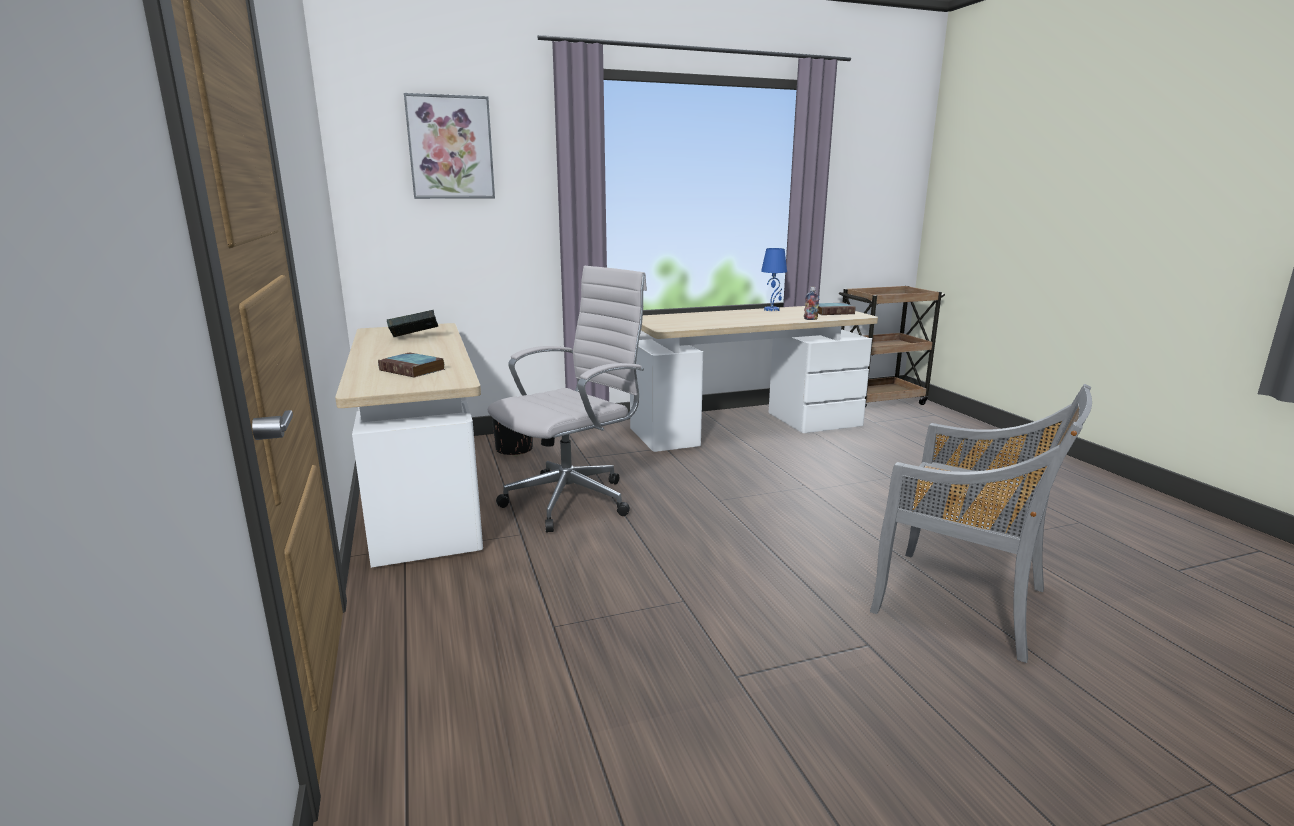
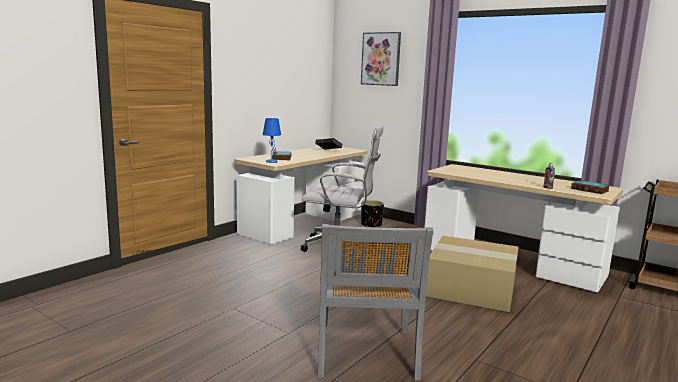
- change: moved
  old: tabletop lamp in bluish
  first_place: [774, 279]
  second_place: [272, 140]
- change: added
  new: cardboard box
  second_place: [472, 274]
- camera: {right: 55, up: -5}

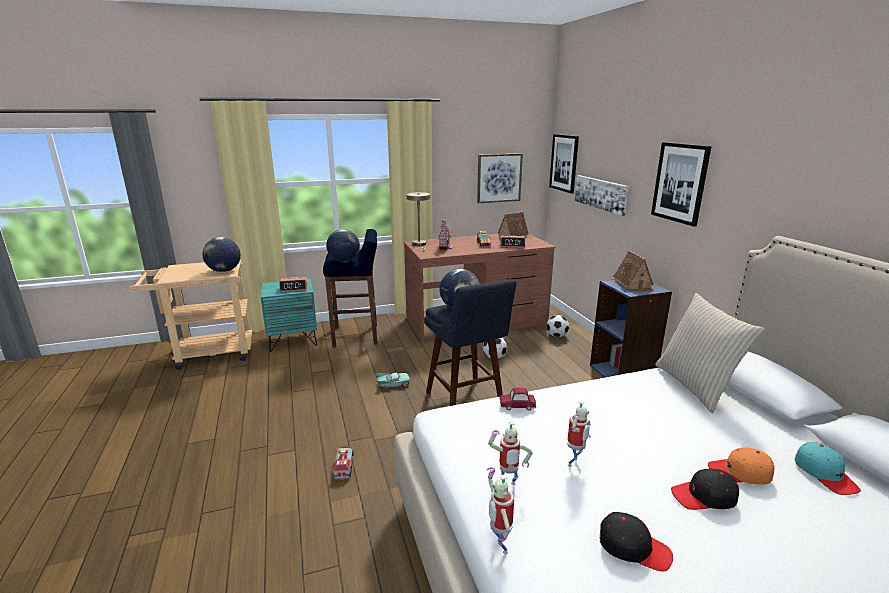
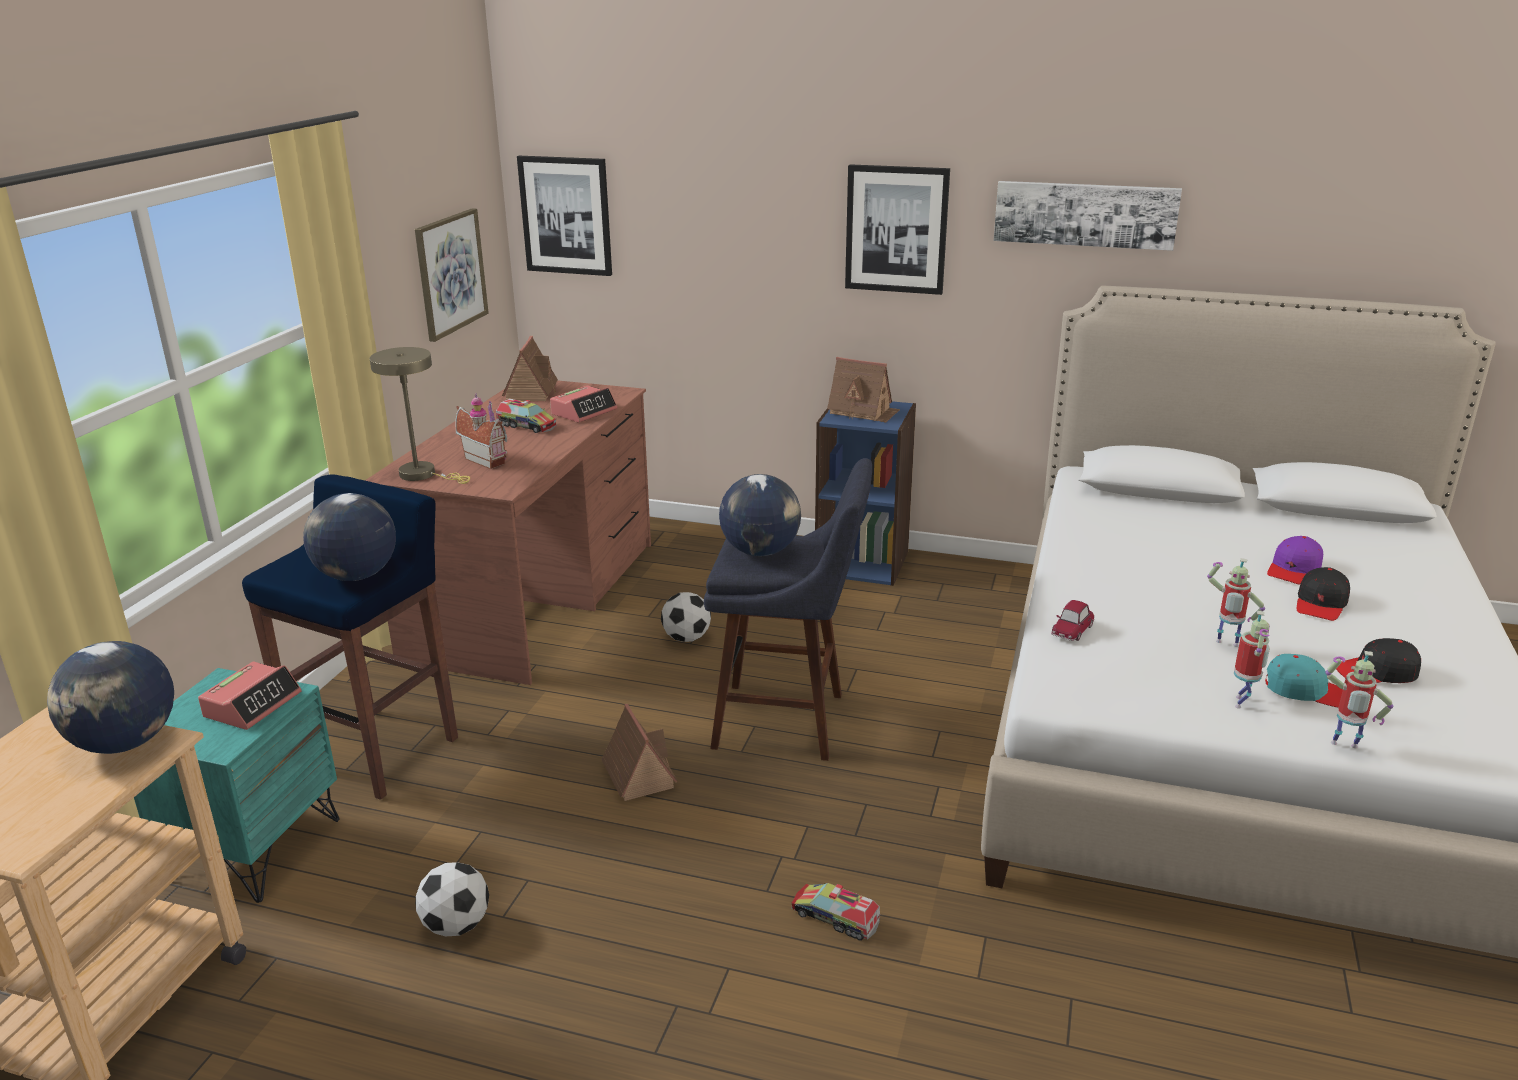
- change: replaced
  old: toy car in turquoise
  new: miniature house
  first_place: [392, 380]
  second_place: [639, 752]
- change: moved
  old: ball for football
  first_place: [557, 326]
  second_place: [452, 899]
- change: turned
  old: toy robot
  first_place: [579, 433]
  second_place: [1236, 602]
  degrees: 135
- change: moved
  old: picture
  first_place: [602, 195]
  second_place: [1088, 216]
- change: turned
  old: peaked cap in black
  first_place: [636, 542]
  second_place: [1378, 660]
  degrees: -150
- change: removed
  old: pillow in sand-coloured
  first_place: [709, 353]
- change: recoloured
  old: peaked cap in orange-coloured
  new: peaked cap in purple
  first_place: [741, 466]
  second_place: [1295, 560]
- change: moved
  old: peaked cap in turquoise
  first_place: [828, 468]
  second_place: [1304, 680]
- camera: {right: -55, up: 5}

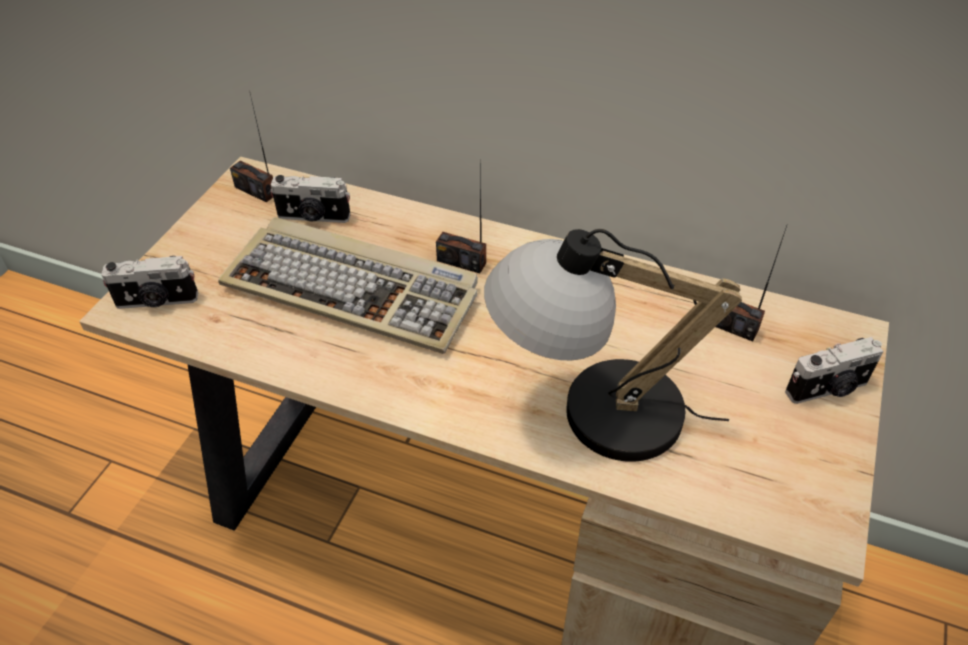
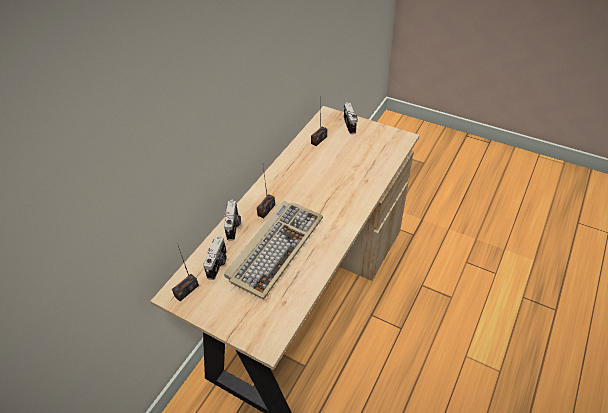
- change: moved
  old: photo camera
  first_place: [149, 282]
  second_place: [232, 220]
- change: removed
  old: tabletop lamp
  first_place: [613, 345]
- camera: {right: -80, up: 0}

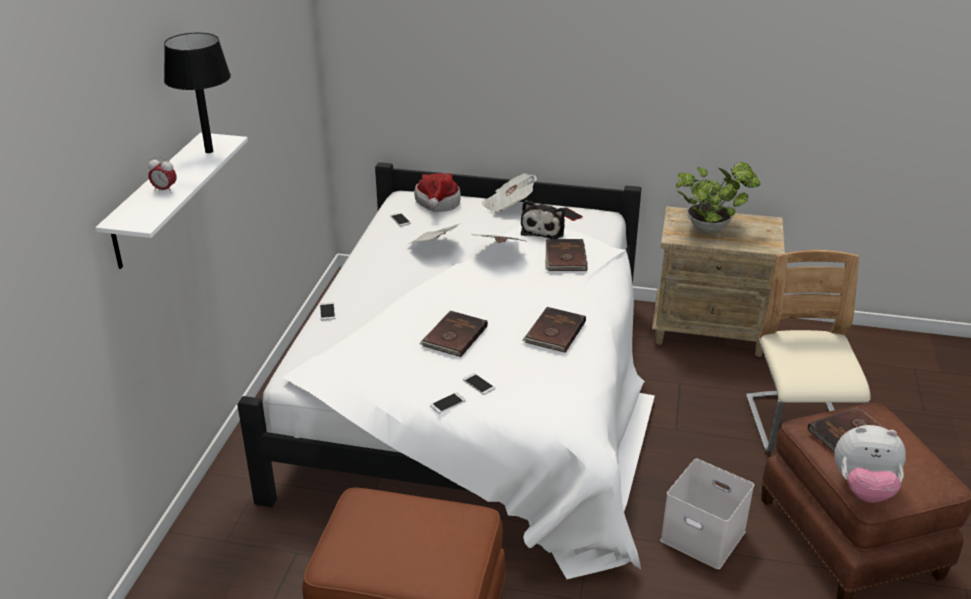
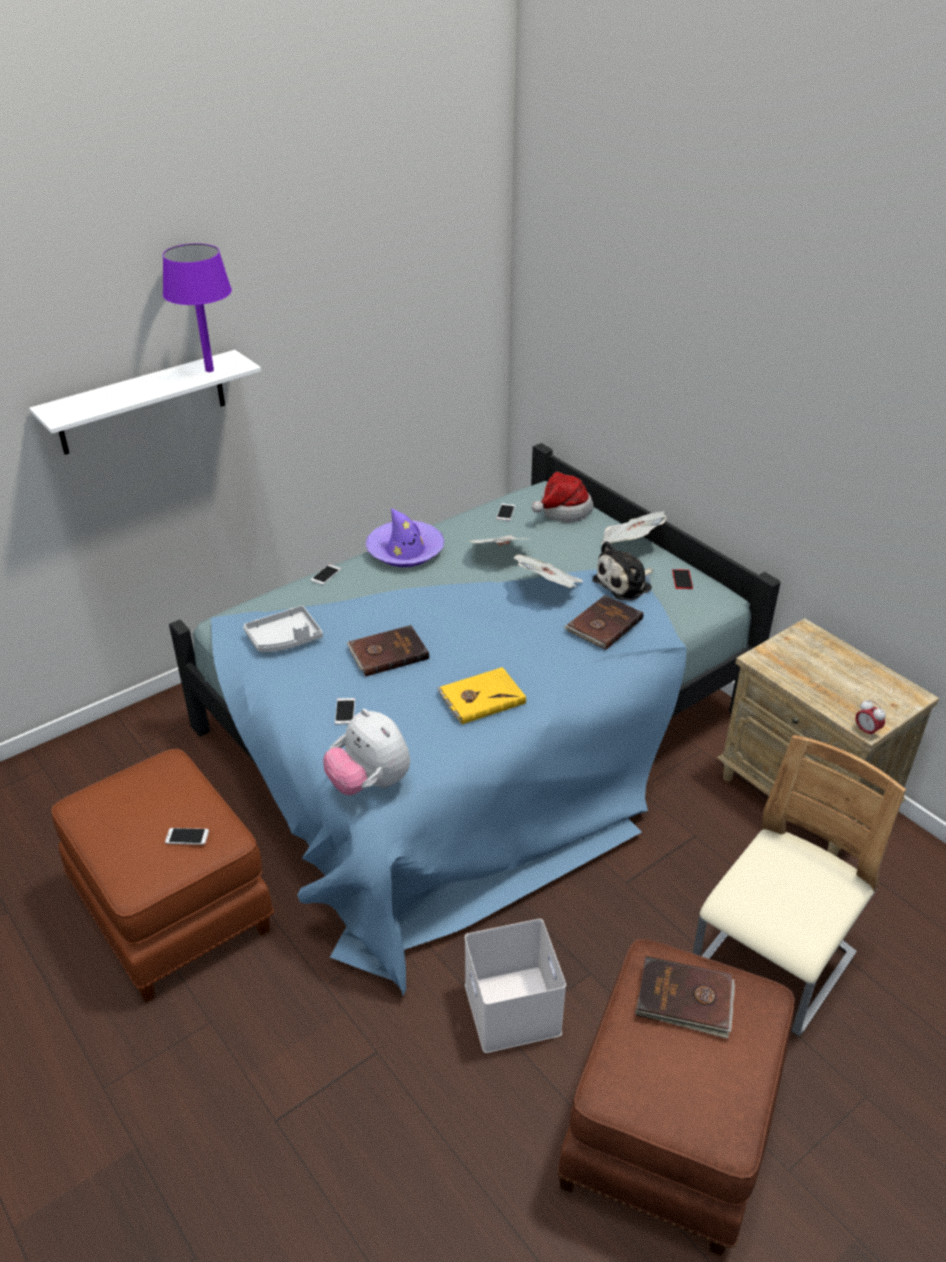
- change: moved
  old: alarm clock
  first_place: [162, 174]
  second_place: [870, 719]
- change: recoloured
  old: tabletop lamp in black
  new: tabletop lamp in purple
  first_place: [197, 93]
  second_place: [197, 308]
- change: recoloured
  old: bed in white-coloured
  new: bed in bluish
  first_place: [446, 370]
  second_place: [475, 719]
- change: moved
  old: handset
  first_place: [448, 403]
  second_place: [187, 836]
- change: recoloured
  old: book in brown-coloured
  new: book in yellow-coloured
  first_place: [554, 330]
  second_place: [481, 695]
- change: removed
  old: plant in a pot
  first_place: [718, 197]
- change: moved
  old: cuddly toy
  first_place: [870, 464]
  second_place: [366, 752]
- change: added
  new: carrying tray in gray
  second_place: [283, 629]
- change: added
  new: hat in purple
  second_place: [405, 537]
- camera: {right: 40, up: 5}

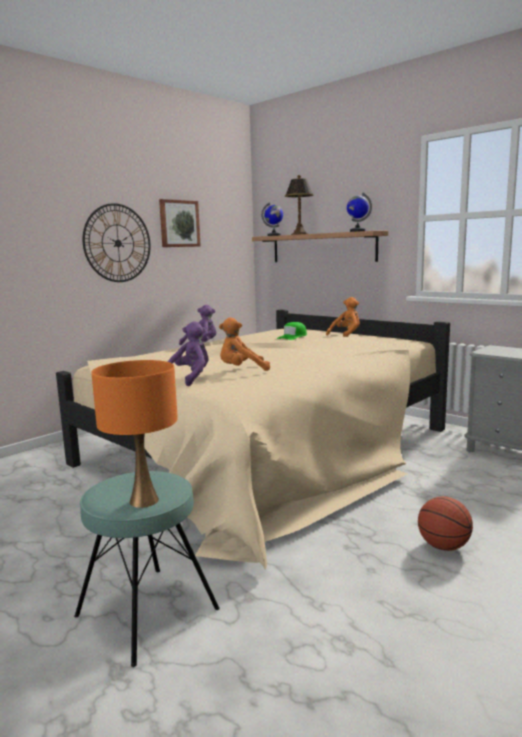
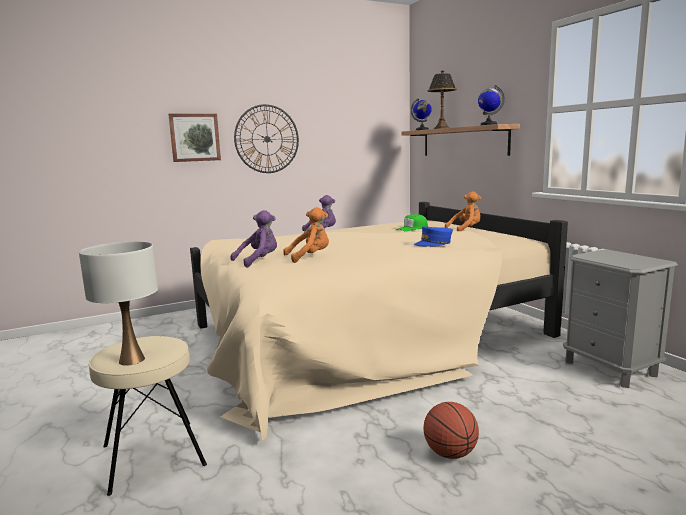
- change: recoloured
  old: stool in turquoise
  new: stool in sand-coloured
  first_place: [147, 569]
  second_place: [148, 416]
- change: recoloured
  old: tabletop lamp in orange-coloured
  new: tabletop lamp in white-coloured
  first_place: [134, 434]
  second_place: [118, 303]
- change: moved
  old: picture
  first_place: [180, 223]
  second_place: [194, 138]
- change: turned
  old: cuddly toy in orange-coloured
  first_place: [244, 344]
  second_place: [306, 235]
  degrees: 150
- change: added
  new: peaked cap in bluish
  second_place: [433, 236]
- camera: {right: 20, up: 0}

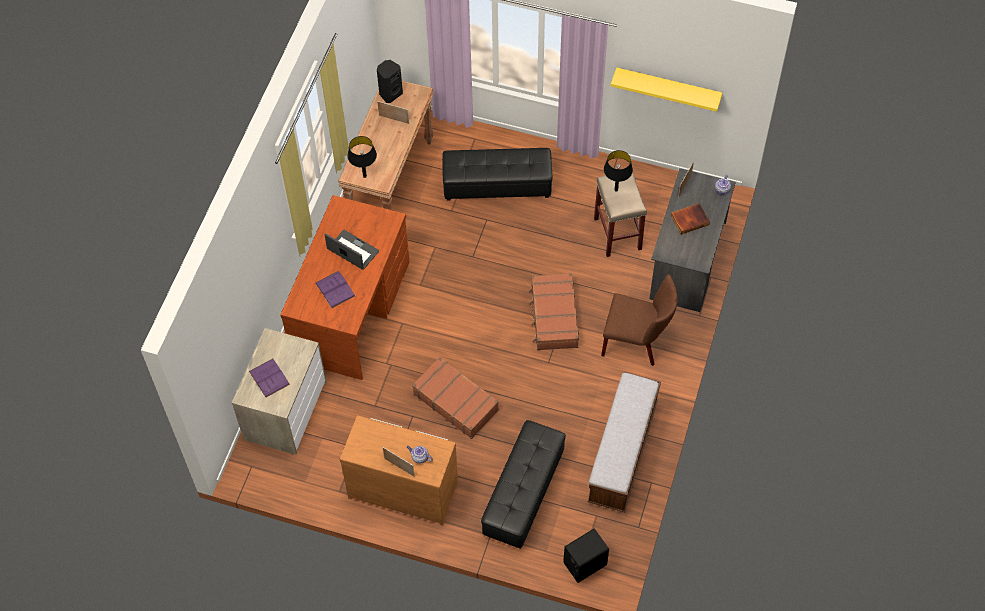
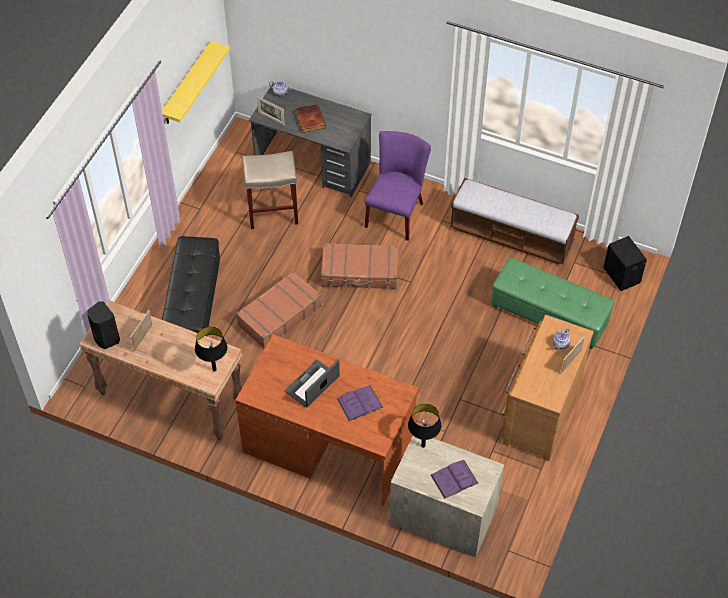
- change: moved
  old: travel case in brown-coloured
  first_place: [455, 398]
  second_place: [279, 310]
- change: recoloured
  old: pouffe in black
  new: pouffe in greenish
  first_place: [523, 484]
  second_place: [552, 303]
- change: recoloured
  old: upright chair in brown-coloured
  new: upright chair in purple
  first_place: [639, 320]
  second_place: [398, 186]
- change: moved
  old: tabletop lamp in black
  first_place: [618, 171]
  second_place: [424, 426]
- camera: {right: -85, up: -5}

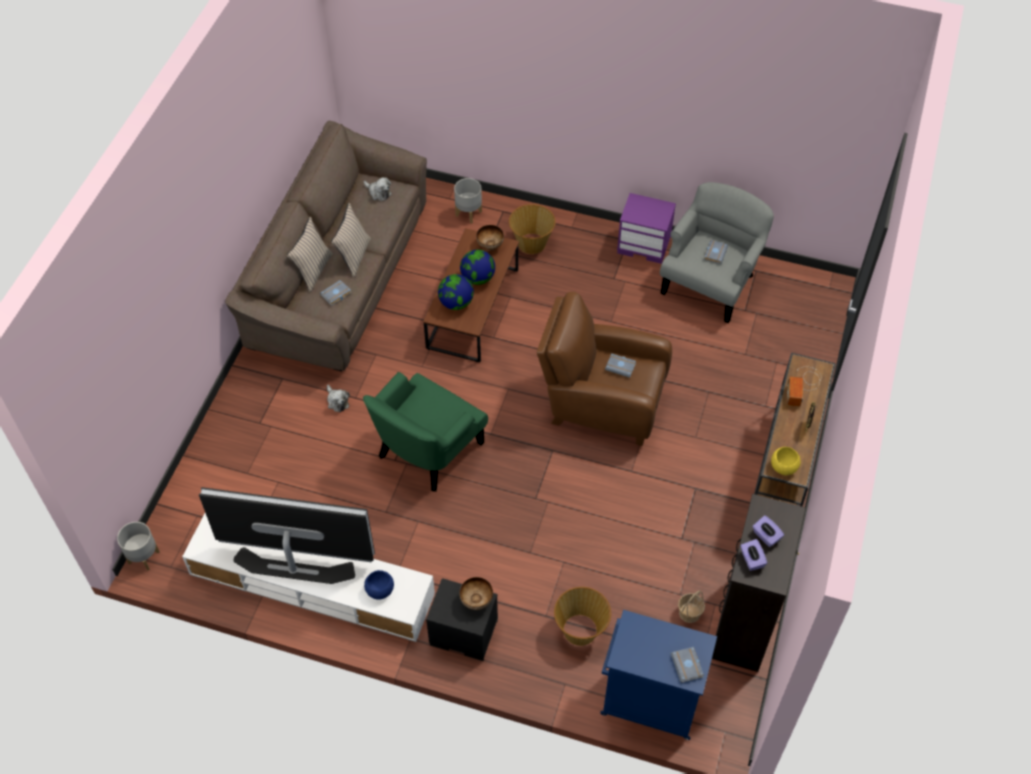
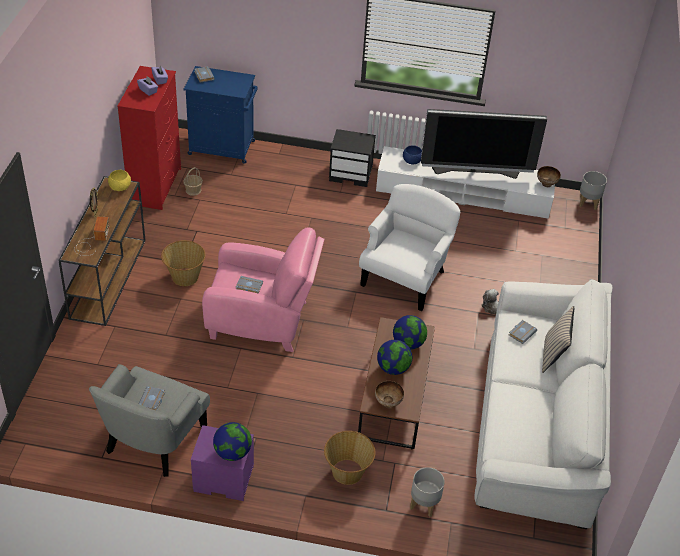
- change: recoloured
  old: sofa in brown-coloured
  new: sofa in white-coloured
  first_place: [326, 246]
  second_place: [543, 404]
- change: removed
  old: pillow in sand-coloured
  first_place: [351, 240]
- change: recoloured
  old: lounge chair in greenish
  new: lounge chair in white-coloured
  first_place: [425, 432]
  second_place: [409, 247]
- change: removed
  old: cuddly toy
  first_place: [378, 189]
- change: moved
  old: serving bowl
  first_place: [476, 593]
  second_place: [549, 176]
- change: recoloured
  old: lounge chair in brown-coloured
  new: lounge chair in pink
  first_place: [604, 369]
  second_place: [263, 289]
- change: moved
  old: household basket
  first_place: [582, 616]
  second_place: [183, 263]
- change: recoloured
  old: chest of drawers in black
  new: chest of drawers in reddish
  first_place: [758, 583]
  second_place: [149, 138]
- change: added
  new: globe
  second_place: [232, 441]
- camera: {right: 170, up: -10}

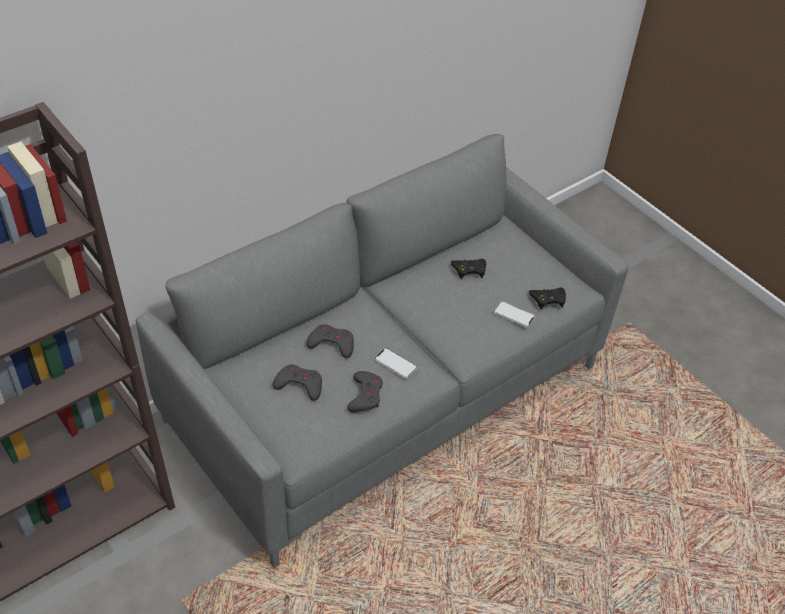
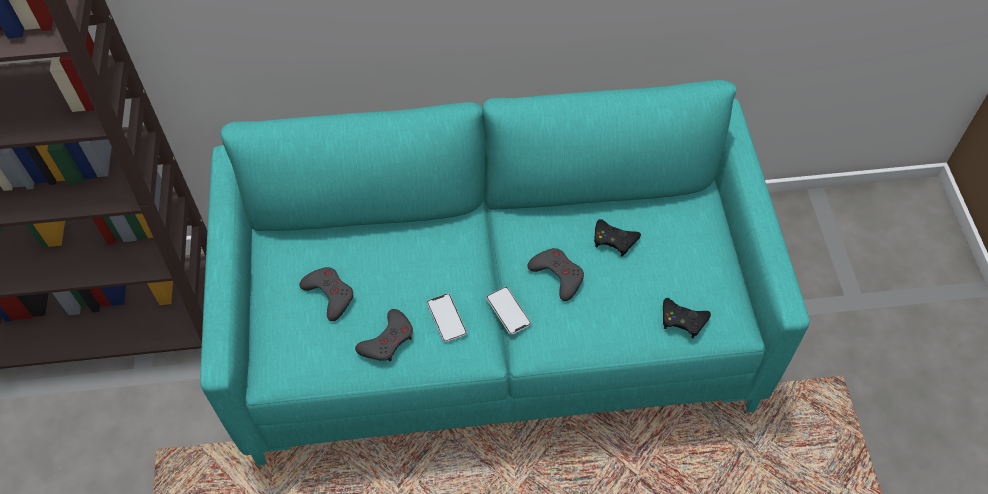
- change: recoloured
  old: sofa in gray
  new: sofa in turquoise
  first_place: [382, 351]
  second_place: [505, 273]
- change: moved
  old: gamepad in gray
  first_place: [330, 341]
  second_place: [555, 274]
- change: moved
  old: handset
  first_place: [514, 314]
  second_place: [508, 311]
- camera: {right: 35, up: 10}

